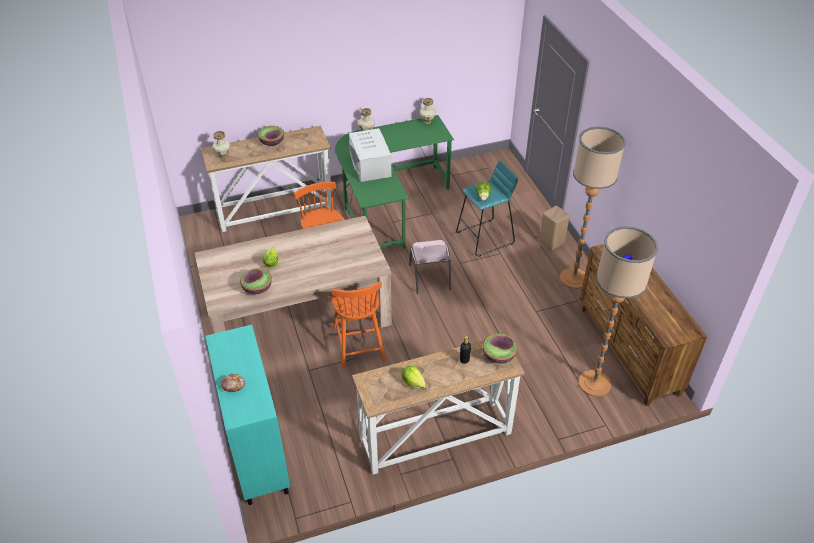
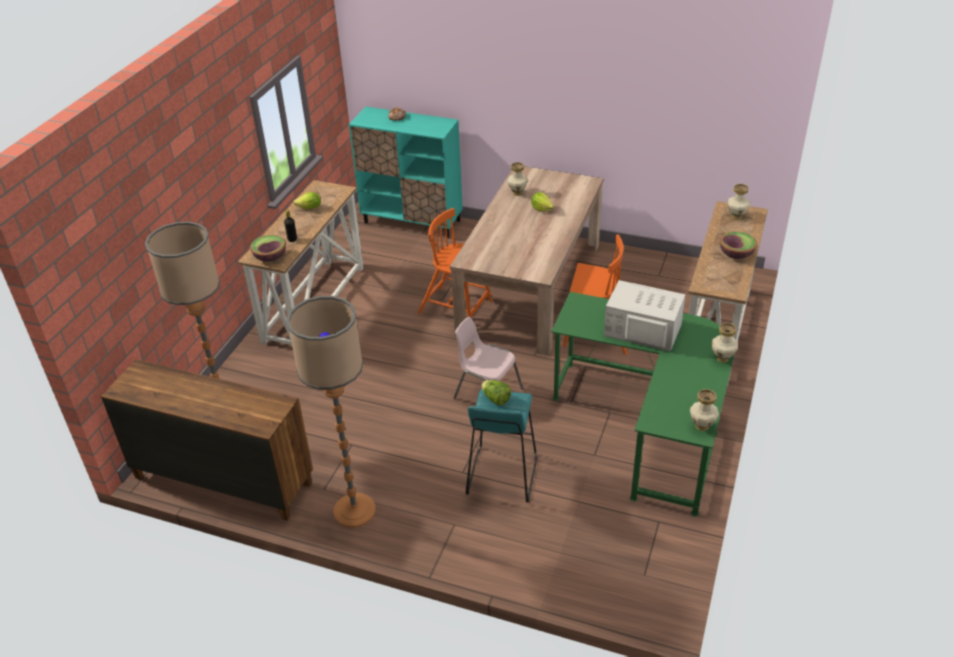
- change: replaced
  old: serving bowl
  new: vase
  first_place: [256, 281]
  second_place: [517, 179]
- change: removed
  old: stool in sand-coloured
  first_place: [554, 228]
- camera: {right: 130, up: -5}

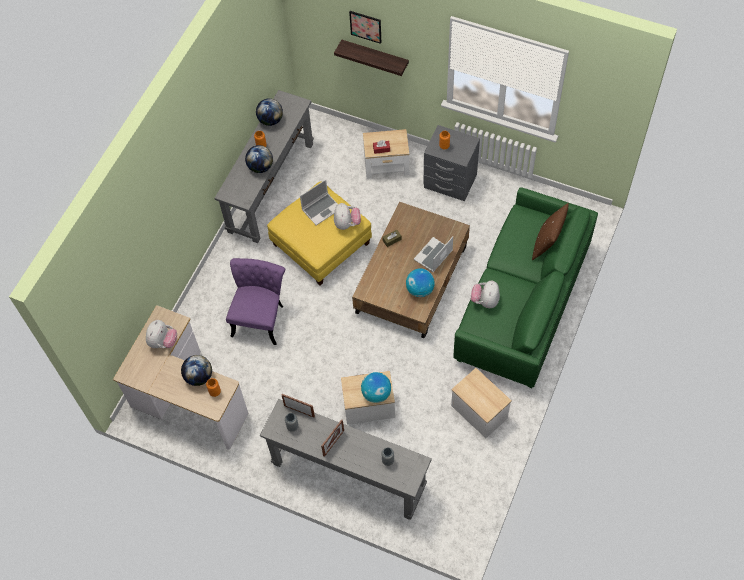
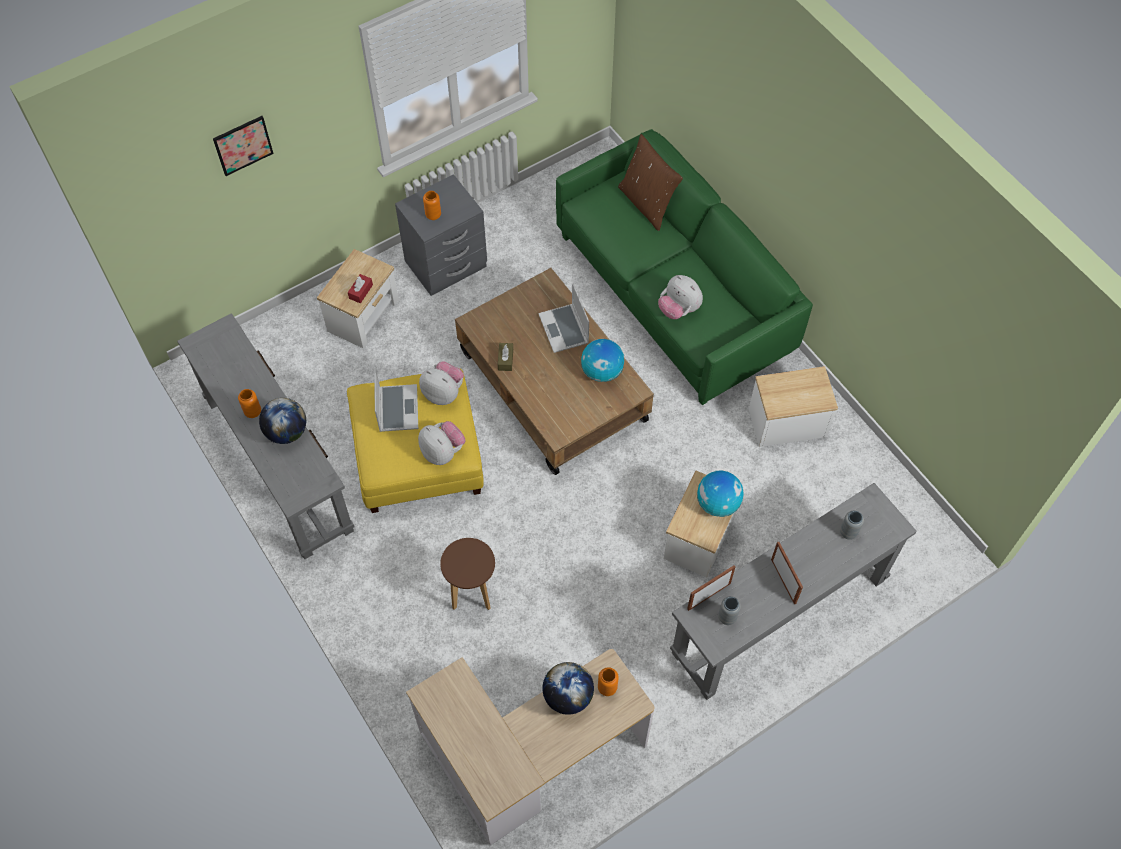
- change: moved
  old: cuddly toy
  first_place: [161, 334]
  second_place: [442, 443]
- change: replaced
  old: upright chair in purple
  new: stool in brown-coloured
  first_place: [255, 301]
  second_place: [467, 574]
- change: removed
  old: globe
  first_place: [269, 112]
- change: removed
  old: shelf
  first_place: [371, 58]
- camera: {right: -60, up: 0}

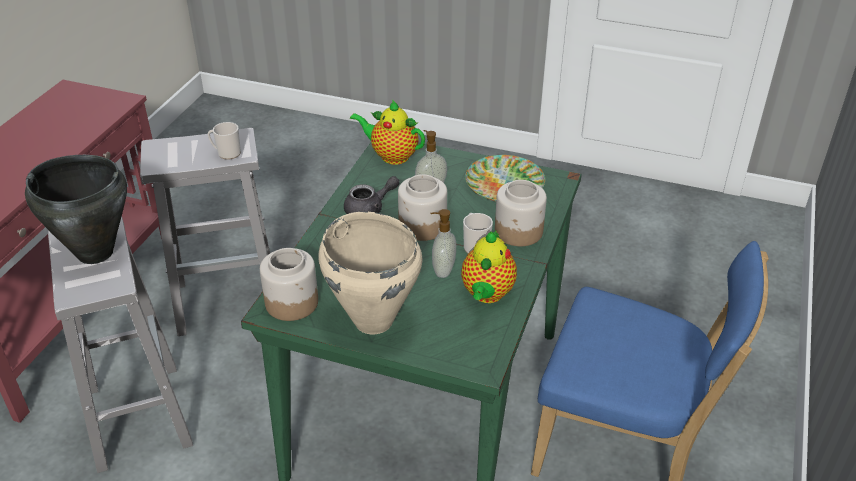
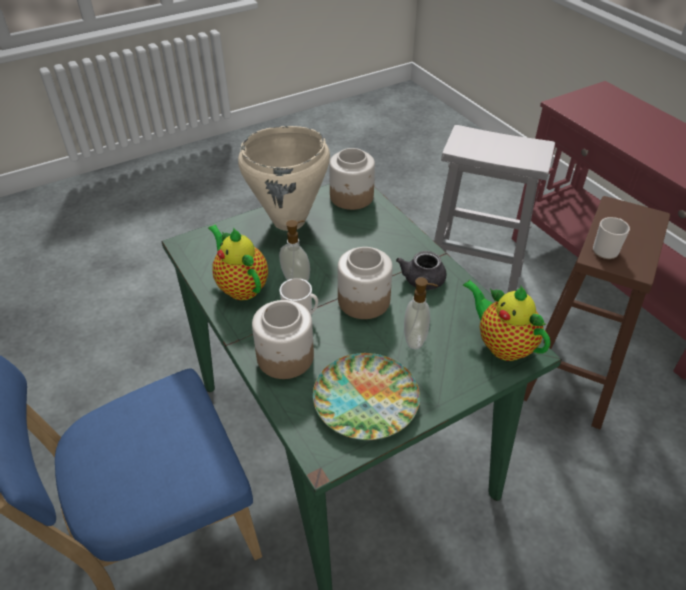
- change: removed
  old: stockpot in black
  first_place: [76, 209]
- change: recoloured
  old: stool in white-coloured
  new: stool in brown-coloured
  first_place: [205, 232]
  second_place: [597, 312]
- change: turned
  old: teapot
  first_place: [387, 132]
  second_place: [506, 320]
  degrees: -105
- camera: {right: 130, up: 5}

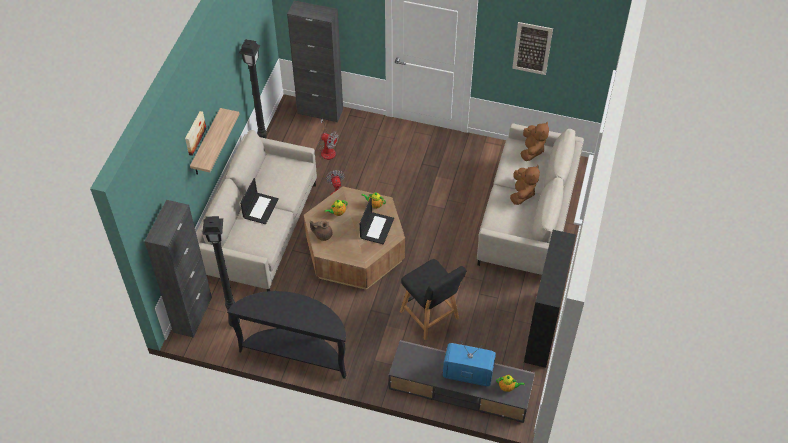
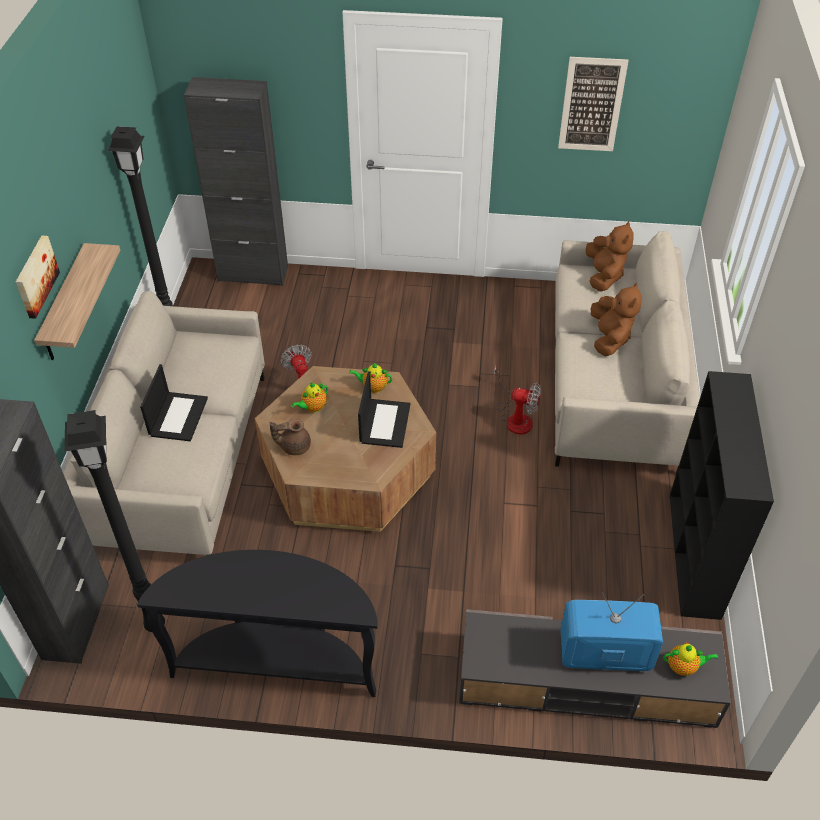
- change: moved
  old: cooling fan
  first_place: [328, 139]
  second_place: [517, 400]
- change: removed
  old: stool in black
  first_place: [433, 299]
- camera: {right: -10, up: -5}

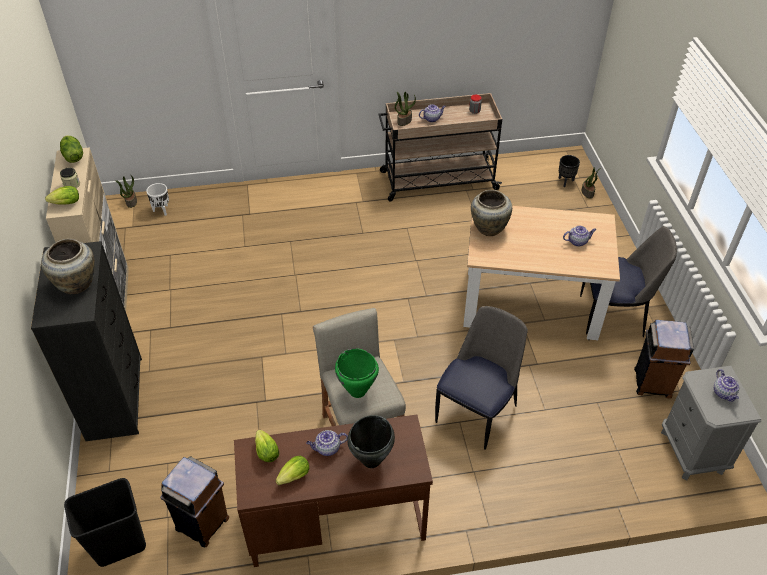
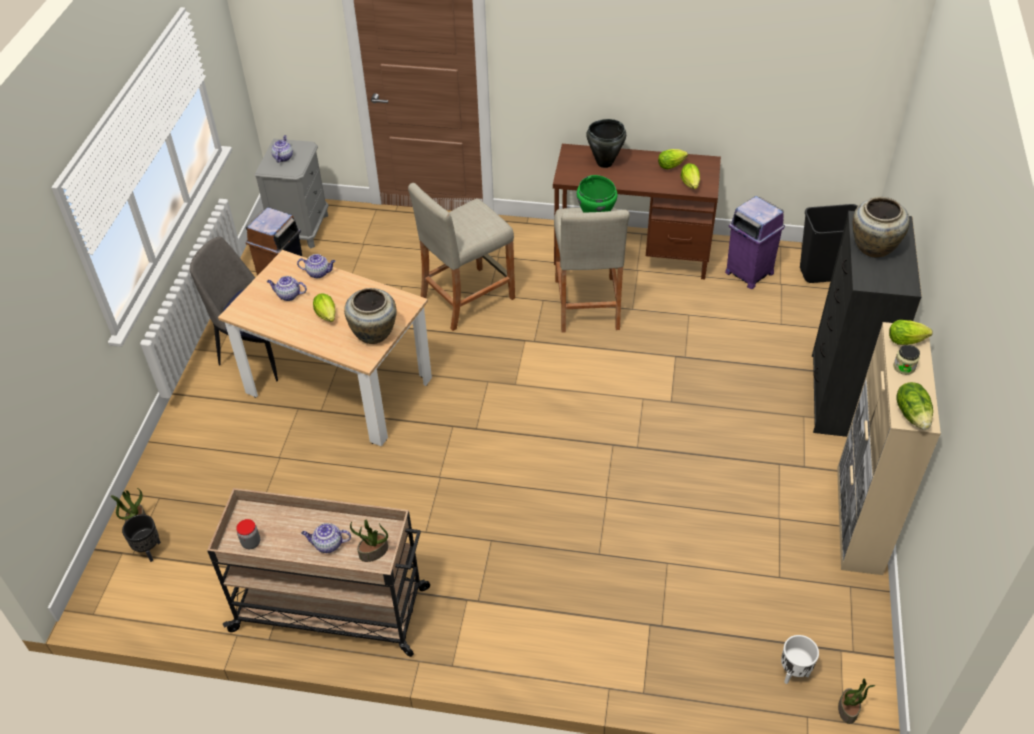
- change: recoloured
  old: rubbish bin in brown-coloured
  new: rubbish bin in purple
  first_place: [194, 502]
  second_place: [755, 242]
- change: moved
  old: teapot
  first_place: [327, 443]
  second_place: [316, 266]
- change: replaced
  old: upright chair
  new: stool in sand-coloured
  first_place: [481, 378]
  second_place: [461, 257]
- change: added
  new: head of lettuce
  second_place: [324, 307]
- camera: {right: -160, up: 0}

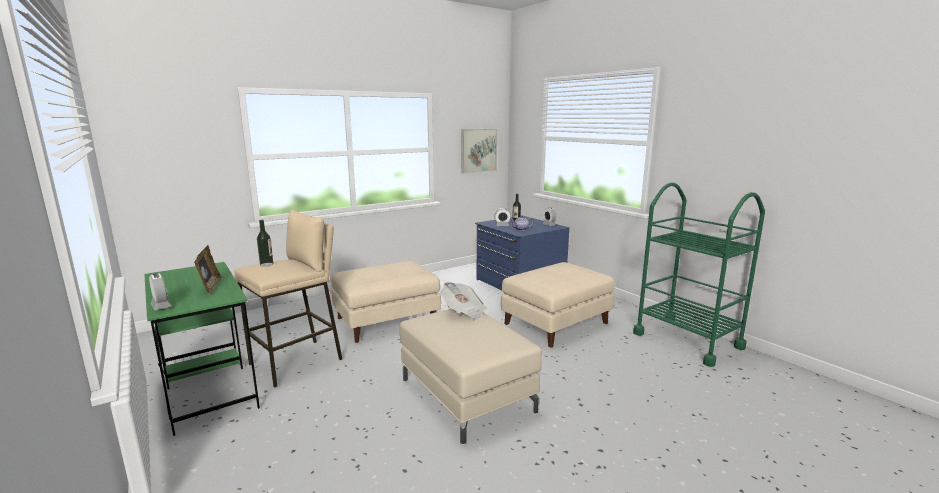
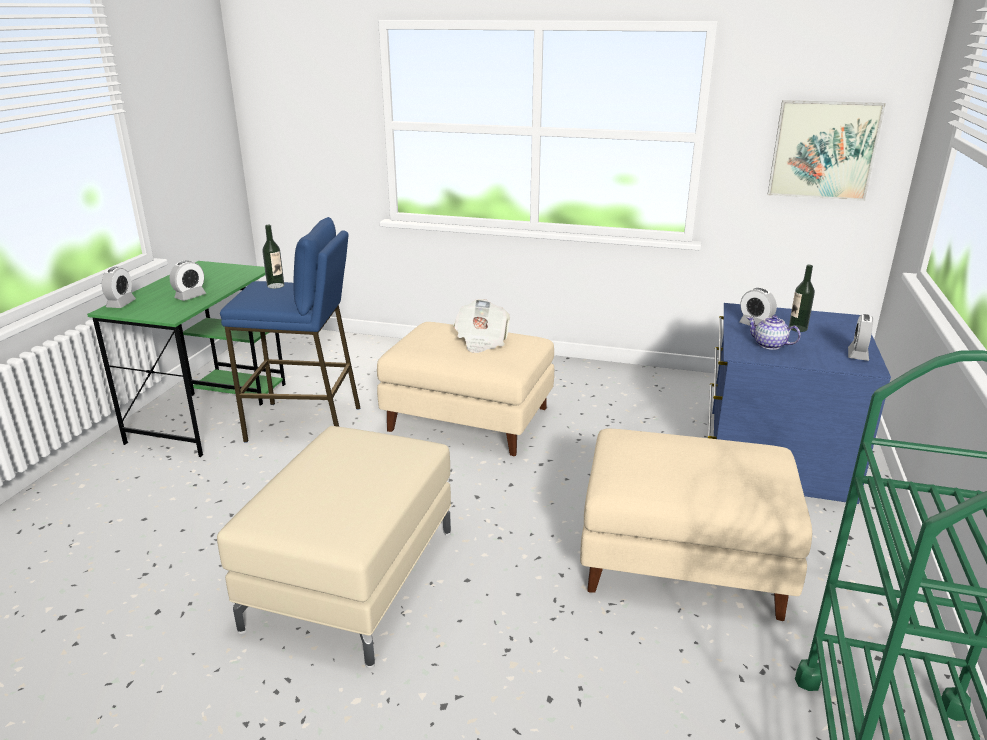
- change: replaced
  old: picture frame
  new: alarm clock
  first_place: [208, 269]
  second_place: [188, 280]
- change: recoloured
  old: stool in sand-coloured
  new: stool in bluish
  first_place: [288, 299]
  second_place: [290, 329]
- change: moved
  old: daily paper
  first_place: [463, 301]
  second_place: [481, 326]
- camera: {right: 50, up: 10}

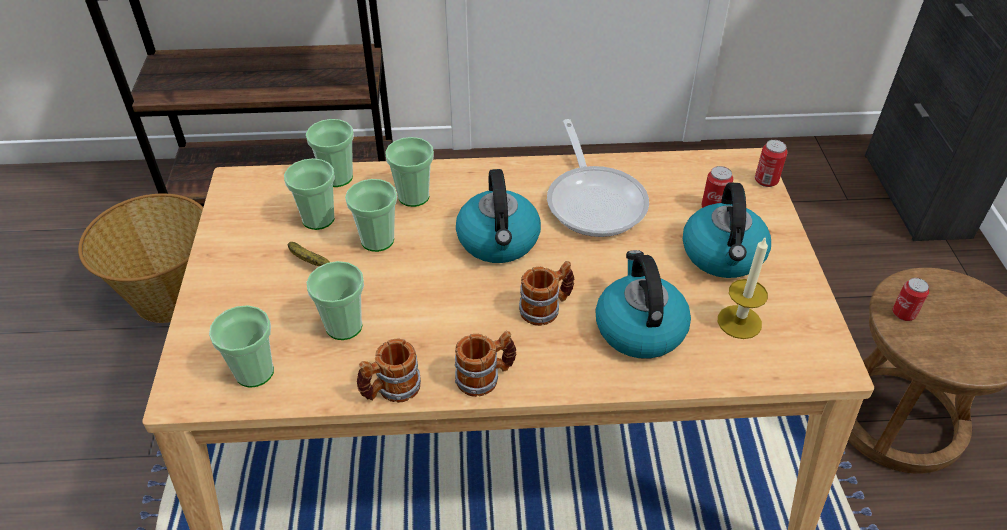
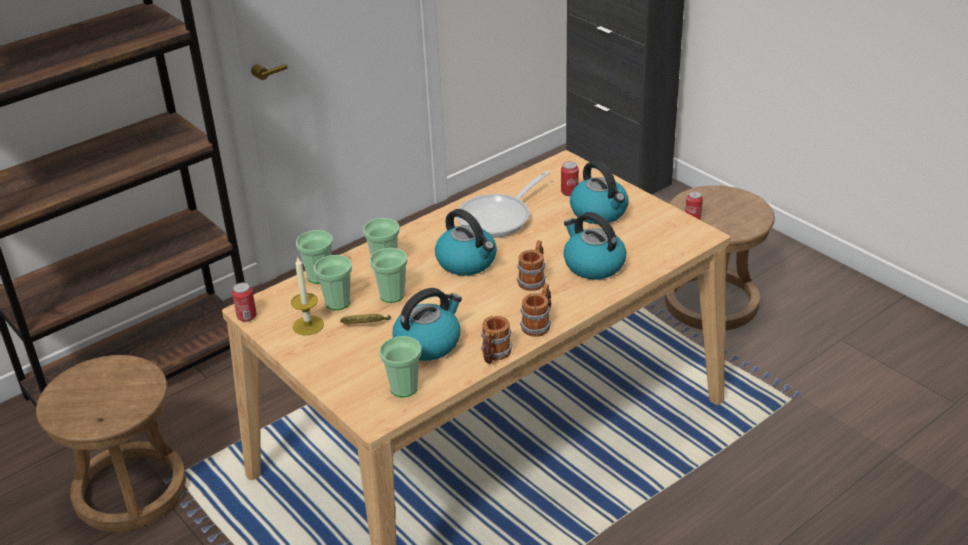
- change: replaced
  old: household basket
  new: stool in brown-coloured
  first_place: [140, 258]
  second_place: [111, 443]
- change: replaced
  old: drinking cup
  new: water kettle
  first_place: [335, 300]
  second_place: [427, 324]
- change: turned
  old: pan
  first_place: [598, 178]
  second_place: [503, 204]
  degrees: 90
- change: moved
  old: candle
  first_place: [743, 287]
  second_place: [307, 295]
- change: moved
  old: sealed can
  first_place: [771, 163]
  second_place: [244, 302]
- camera: {right: -35, up: -10}

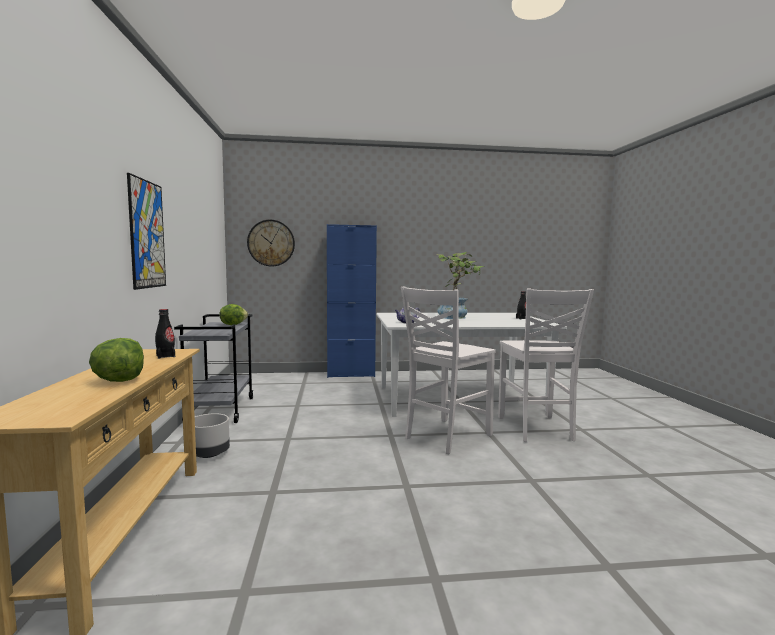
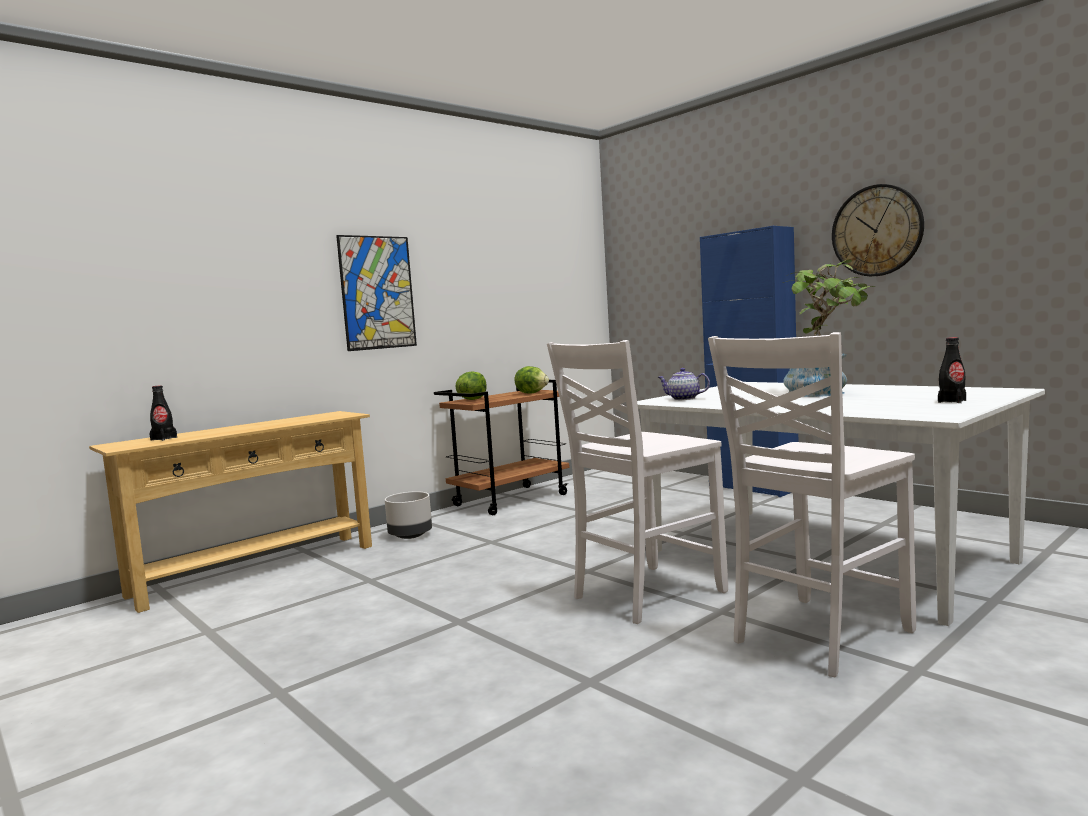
- change: moved
  old: head of lettuce
  first_place: [116, 360]
  second_place: [471, 386]
- change: moved
  old: drink bottle in black
  first_place: [165, 334]
  second_place: [163, 413]
- change: recoloured
  old: wheeled cart in gray
  new: wheeled cart in brown-coloured
  first_place: [213, 368]
  second_place: [502, 447]
- change: moved
  old: clock on the wall
  first_place: [271, 243]
  second_place: [878, 230]
- change: turned
  old: upright chair in white-coloured
  first_place: [448, 370]
  second_place: [637, 482]
  degrees: -45
- camera: {right: 55, up: 0}

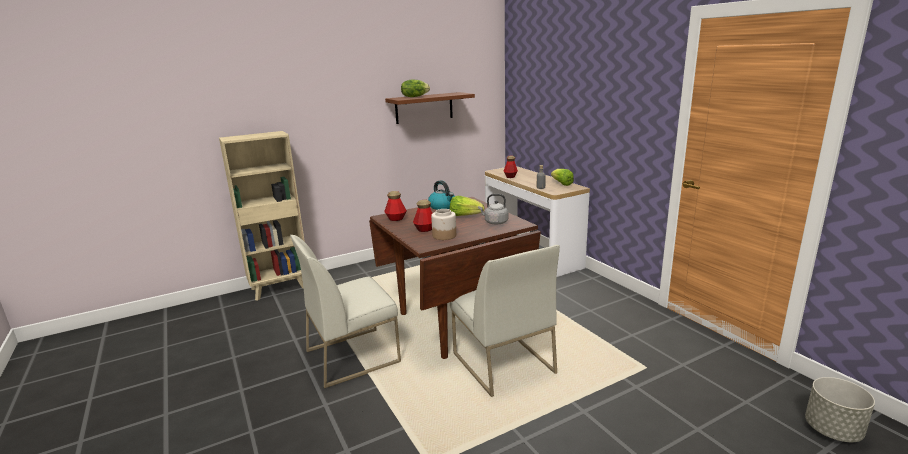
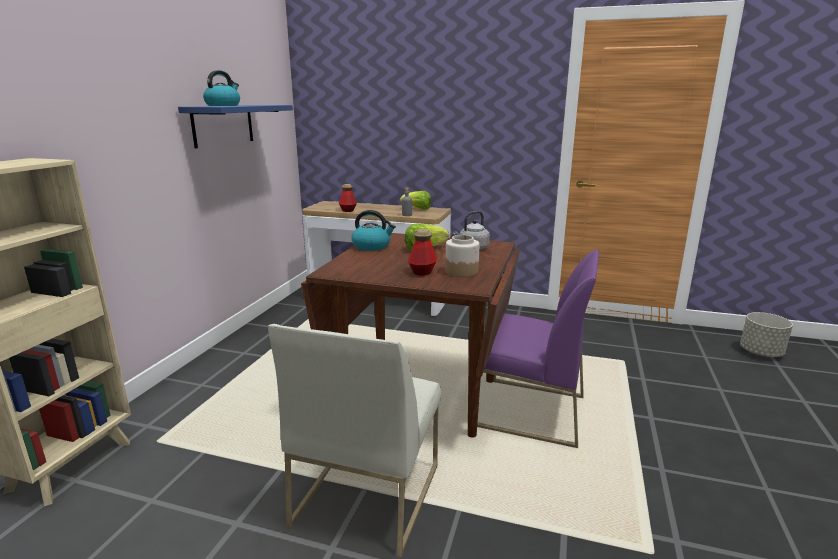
- change: removed
  old: drink bottle
  first_place: [395, 206]
- change: recoloured
  old: shelf in brown-coloured
  new: shelf in bluish
  first_place: [430, 108]
  second_place: [235, 126]
- change: replaced
  old: head of lettuce
  new: water kettle
  first_place: [415, 88]
  second_place: [221, 88]
- change: recoloured
  old: upright chair in white-coloured
  new: upright chair in purple
  first_place: [505, 321]
  second_place: [538, 349]
- camera: {right: -45, up: 0}

